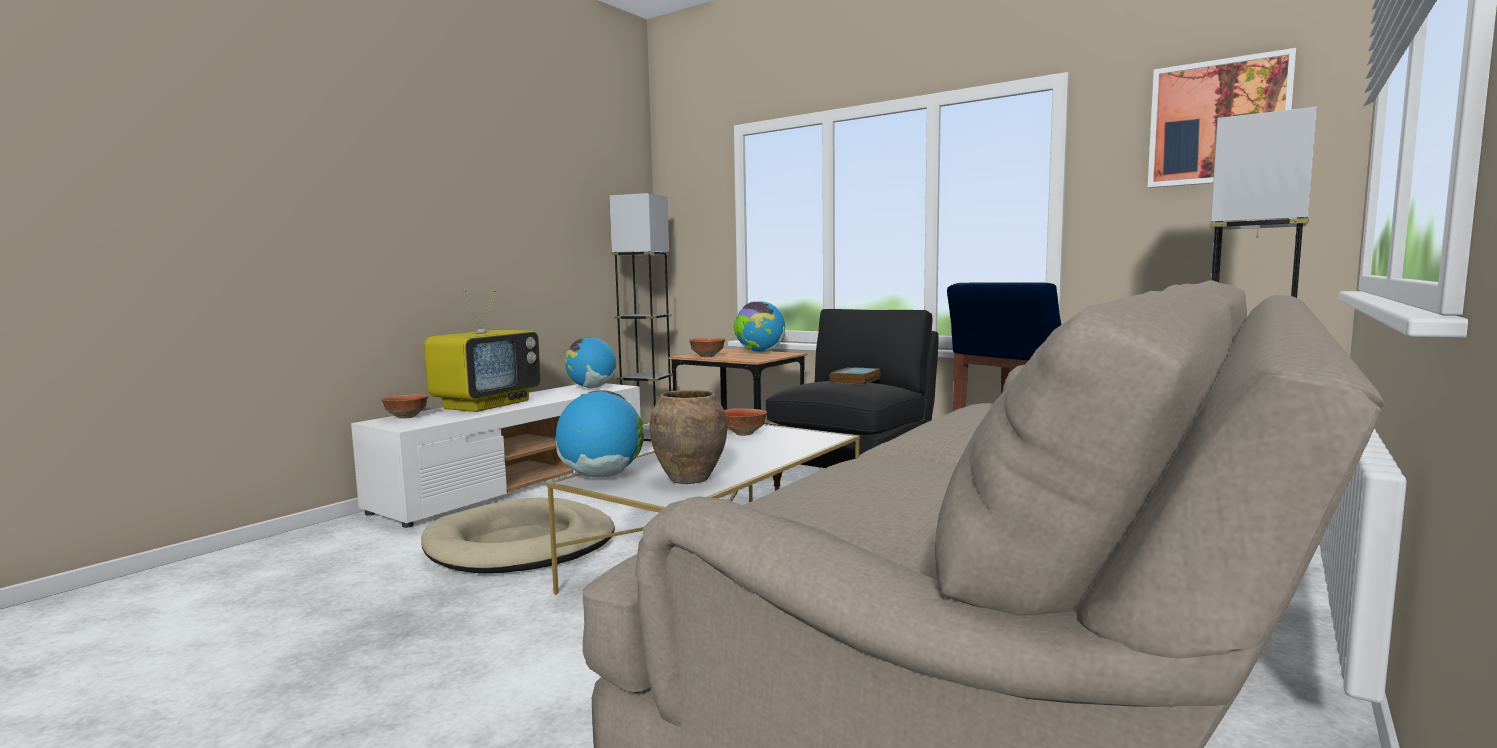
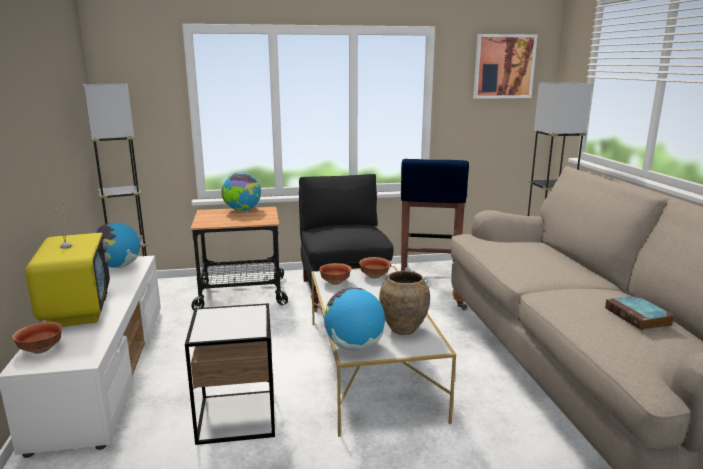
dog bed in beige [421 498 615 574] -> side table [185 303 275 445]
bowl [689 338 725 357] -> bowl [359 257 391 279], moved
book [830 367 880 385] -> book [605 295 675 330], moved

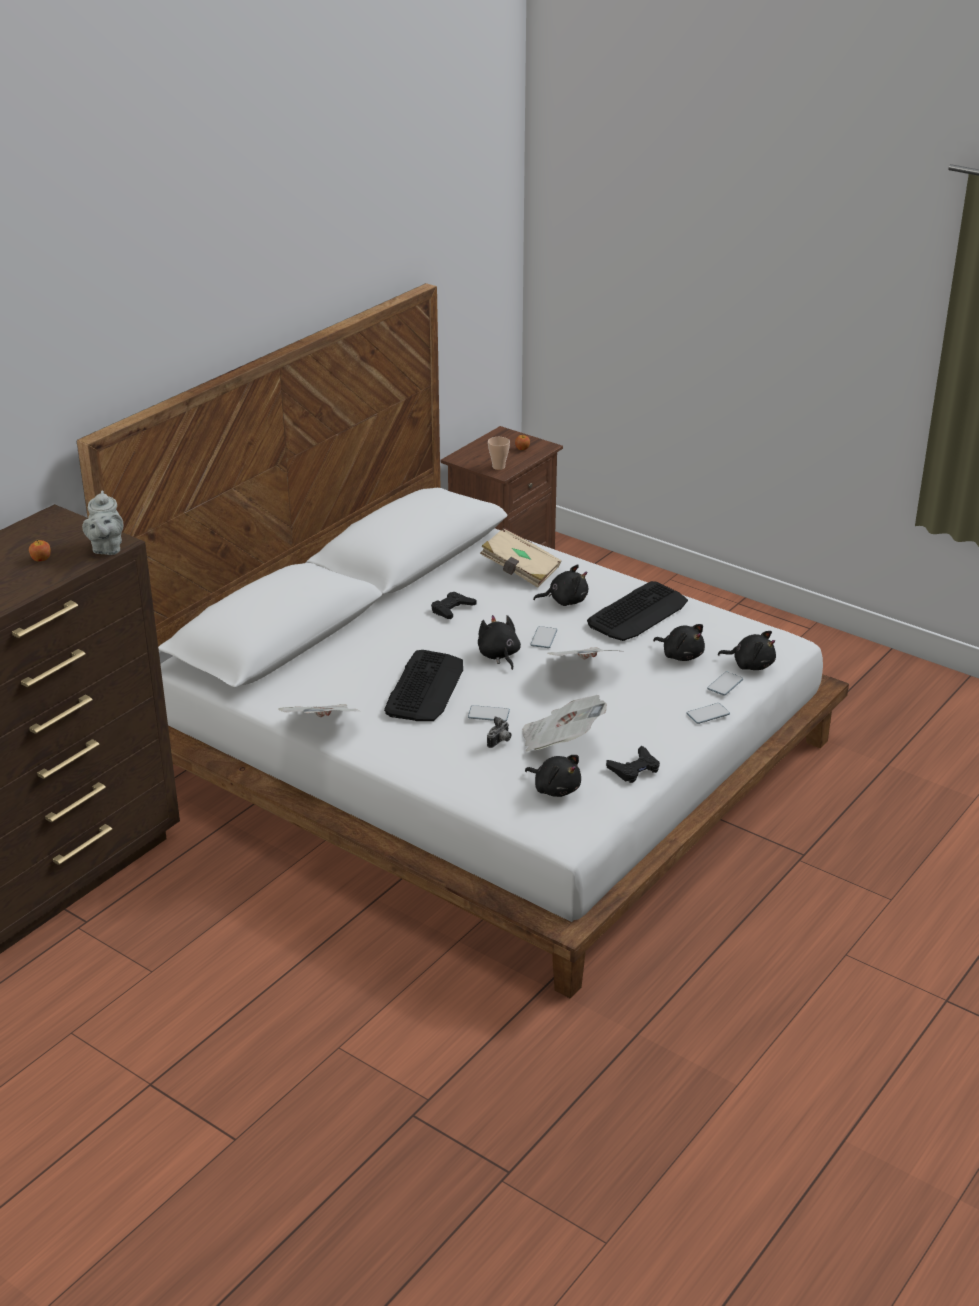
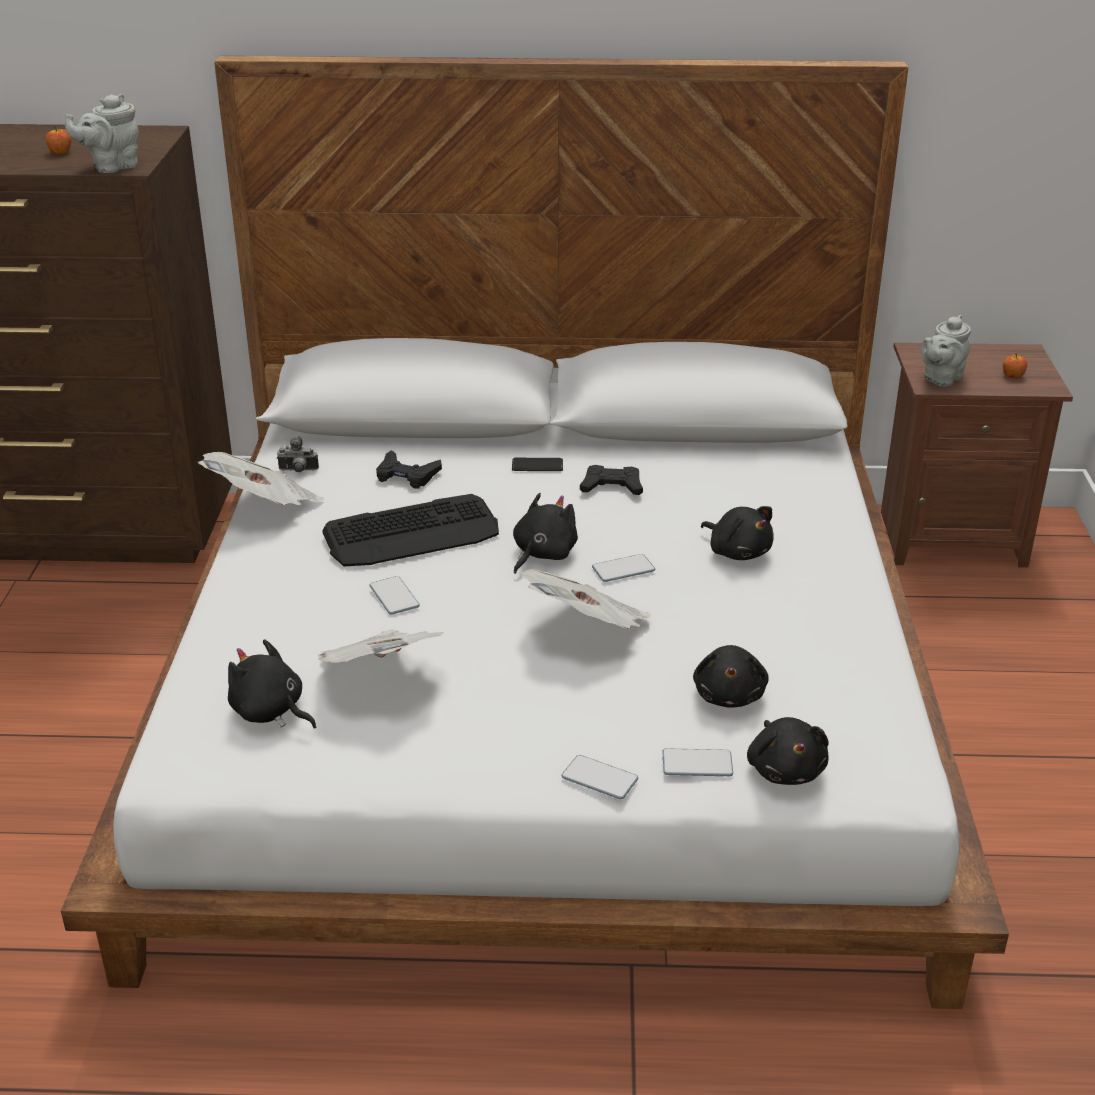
plush toy in black [525 755 581 797] -> plush toy in black [228 639 316 729], 120 degrees clockwise
photo camera [487 716 511 748] -> photo camera [277 437 319 472], moved
game controller in black [606 746 660 783] -> game controller in black [376 450 442 489], moved
none -> phone [512 458 563 471]
cup [488 437 510 470] -> teapot in grey [921 315 971 387]
book in beige [480 527 561 588] -> none
keyboard [587 581 688 641] -> none

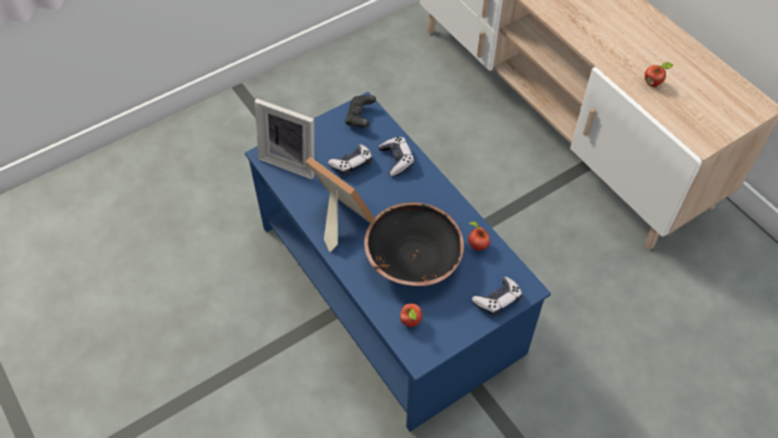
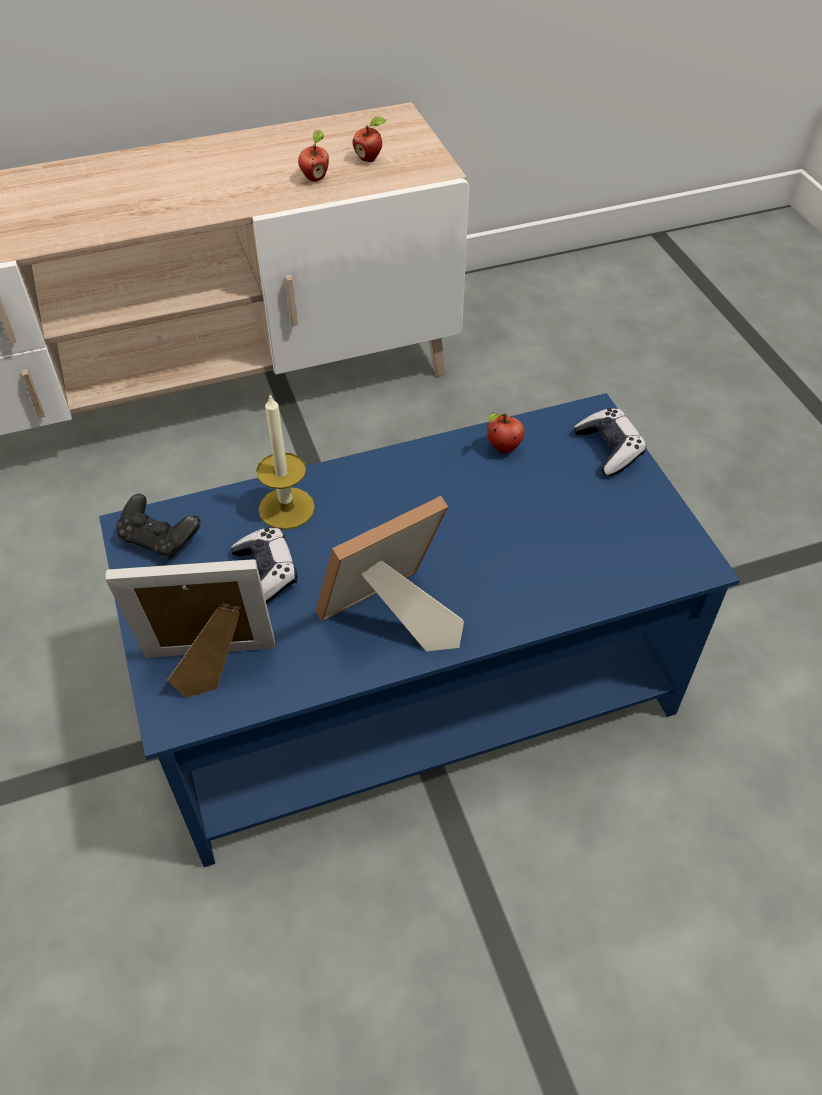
picture frame [255 99 314 179] -> picture frame [105 559 275 698], 135 degrees counterclockwise
game controller [378 137 414 177] -> candle [256 393 315 530]
apple [400 303 422 327] -> apple [352 117 387 162], moved
bowl in black [364 202 464 286] -> none

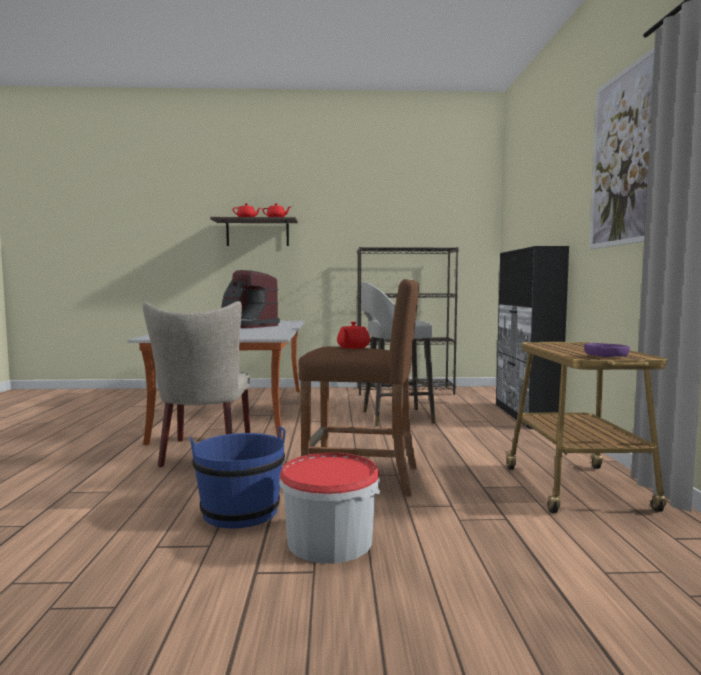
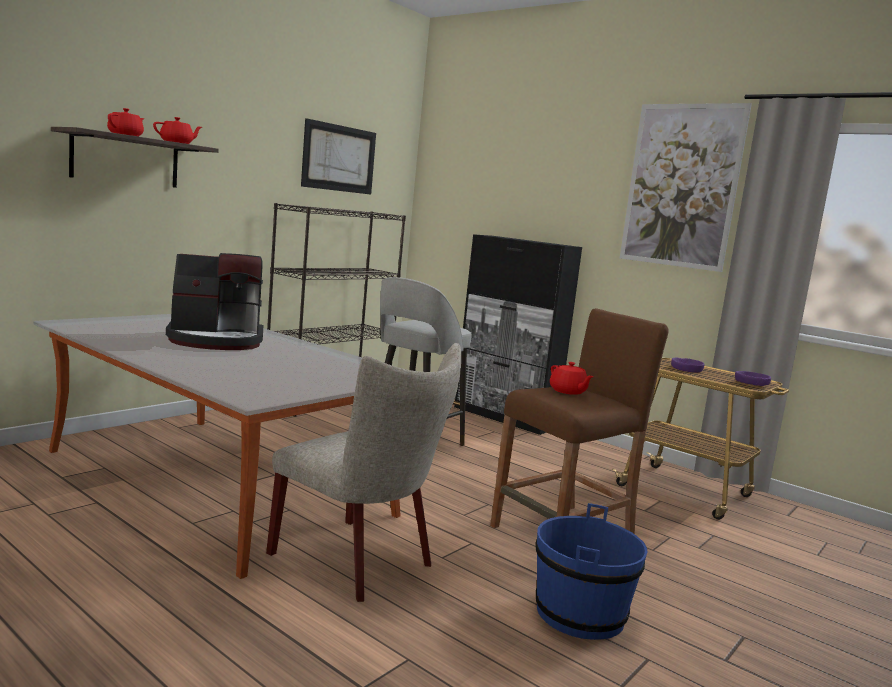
none -> picture [301 118 376 194]
none -> bowl in purple [671 358 705 373]
bucket [279 453 380 564] -> none

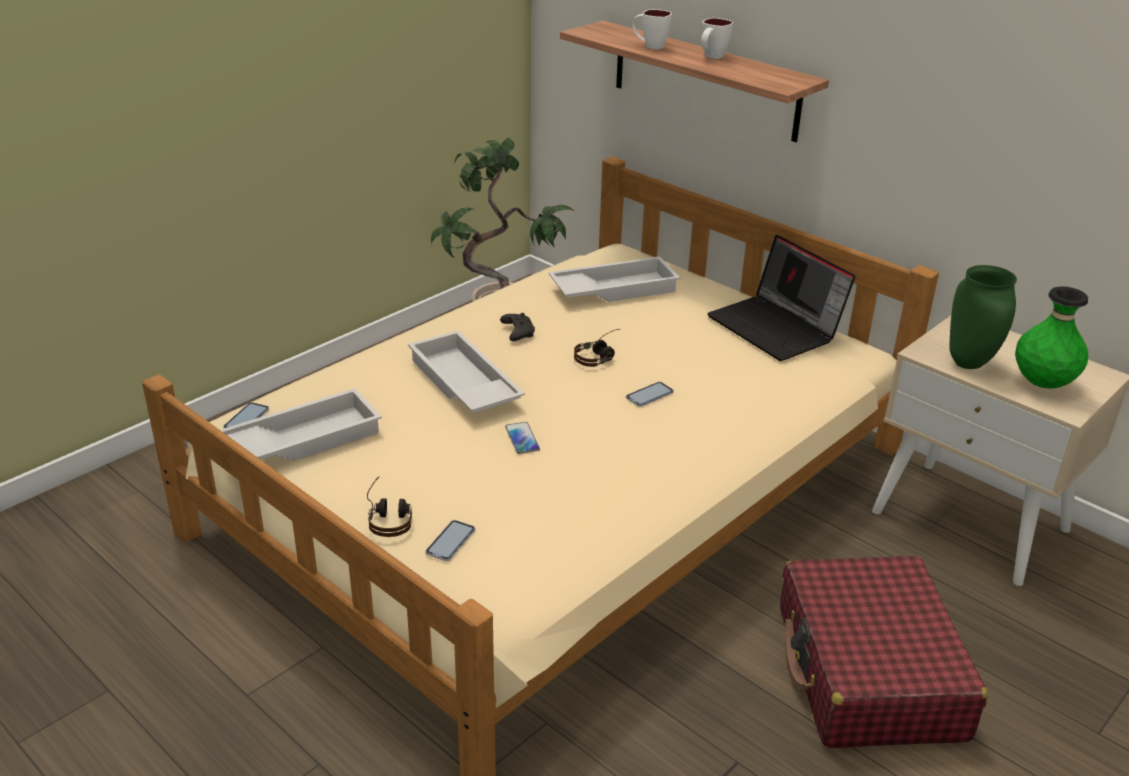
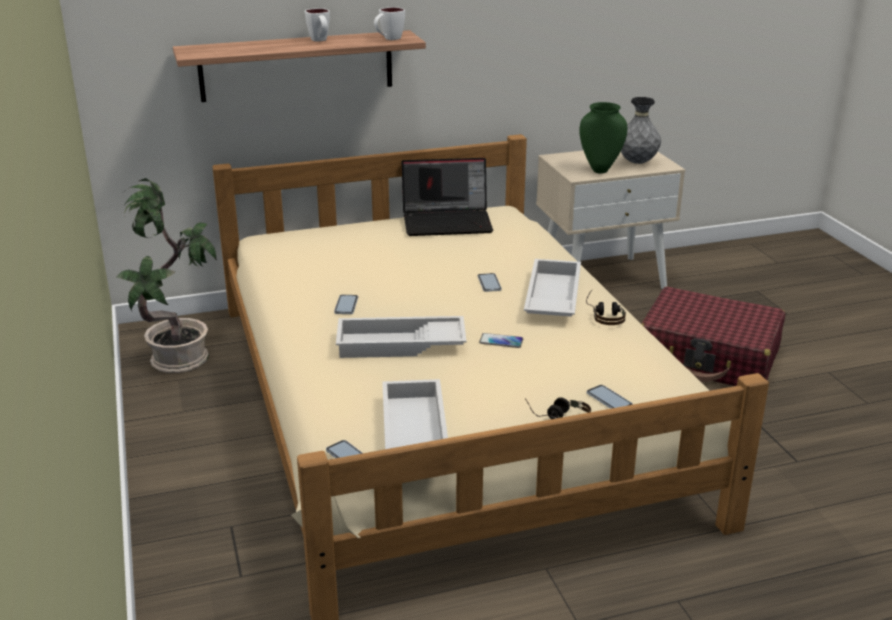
game controller in black [500 313 535 341] -> phone [334 295 358 314]
mug in white [632 9 672 50] -> mug in white [374 7 405 40], moved
tray in white [549 256 680 302] -> tray in white [524 259 581 317], moved
headphones [574 329 619 367] -> headphones [586 289 626 325], moved
vase in green [1015 286 1088 389] -> vase in grey [621 97 661 164]

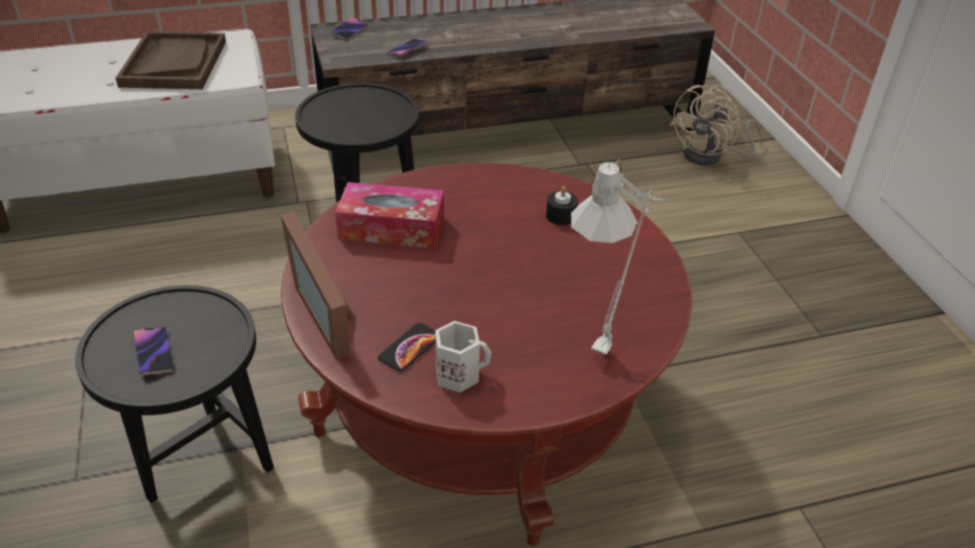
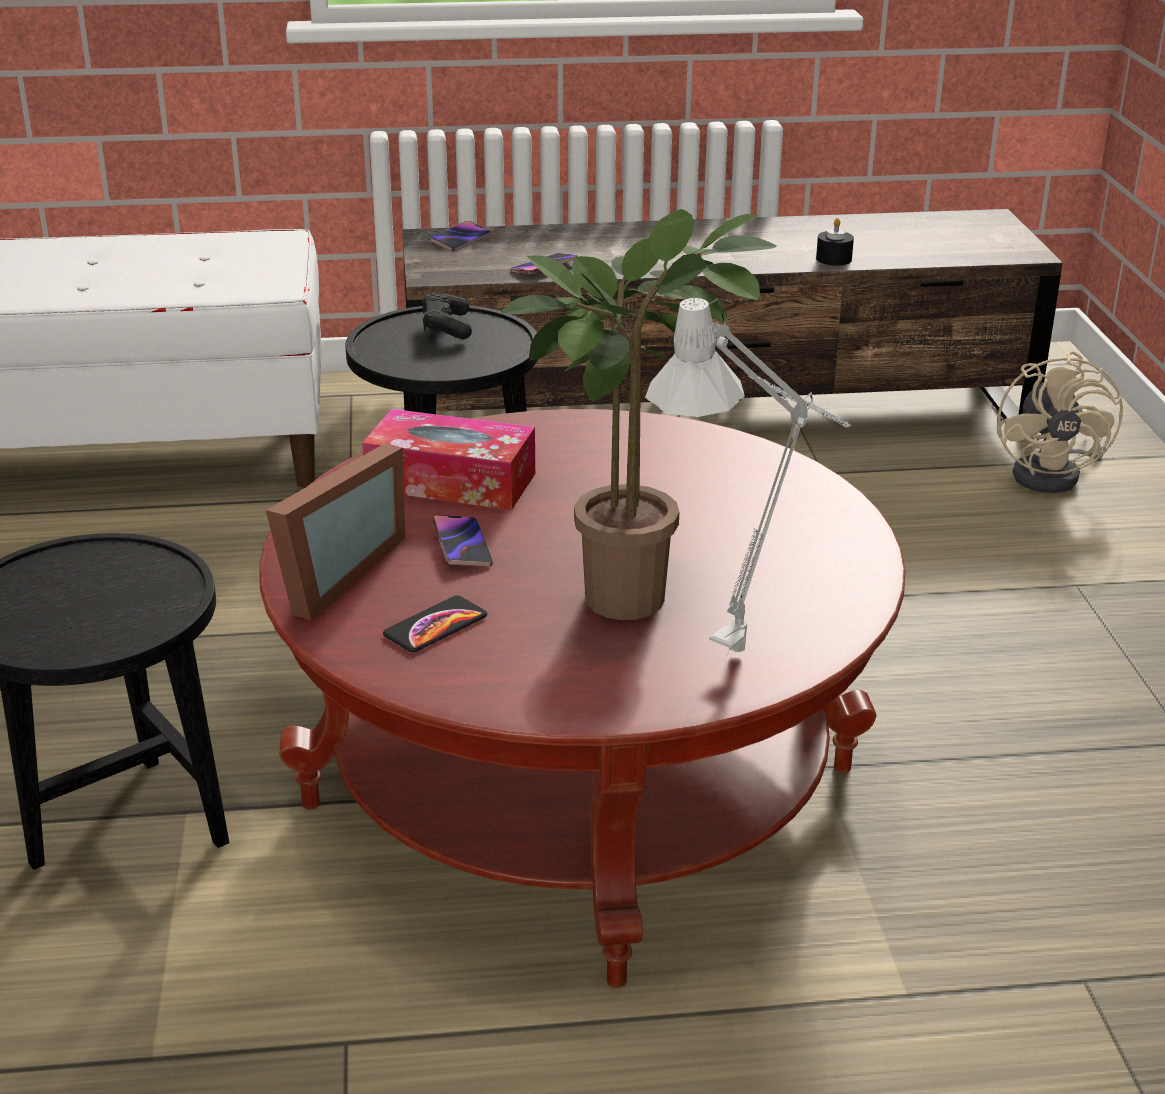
picture frame [280 211 356 360] -> picture frame [266 443 405 620], 135 degrees counterclockwise
none -> game controller in black [422 293 472 339]
phone [133 327 174 375] -> phone [432 515 493 566], moved
none -> potted plant [500 209 777 620]
candle in black [546 186 578 225] -> candle in black [816 218 854 266], moved
fan in beige [669 85 762 166] -> fan in beige [997 351 1123 493], 45 degrees counterclockwise
tray in brown [116 31 226 89] -> none
mug in white [435 321 492 393] -> none

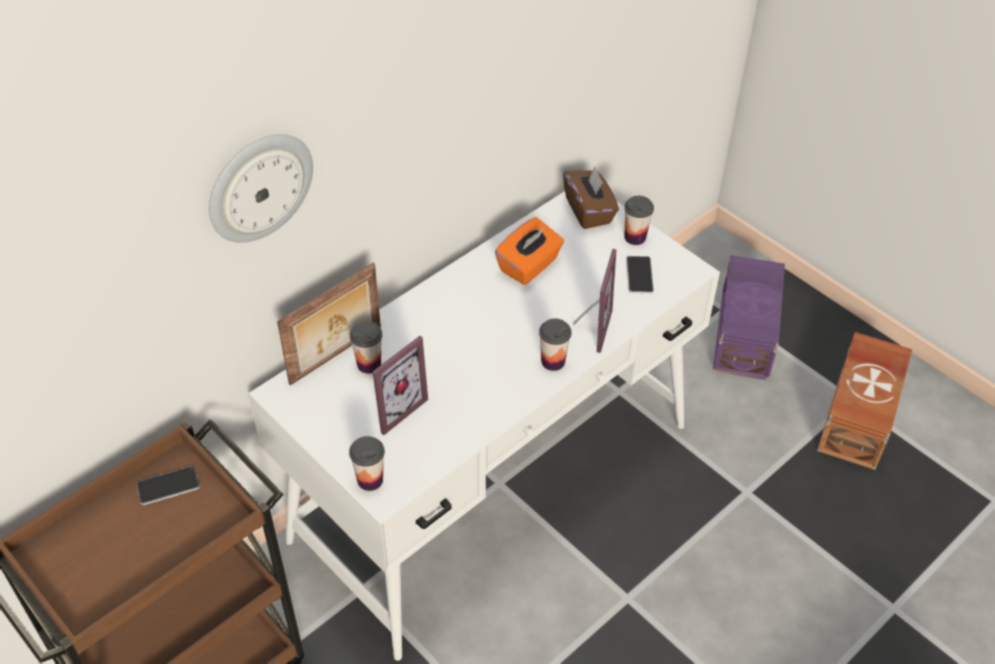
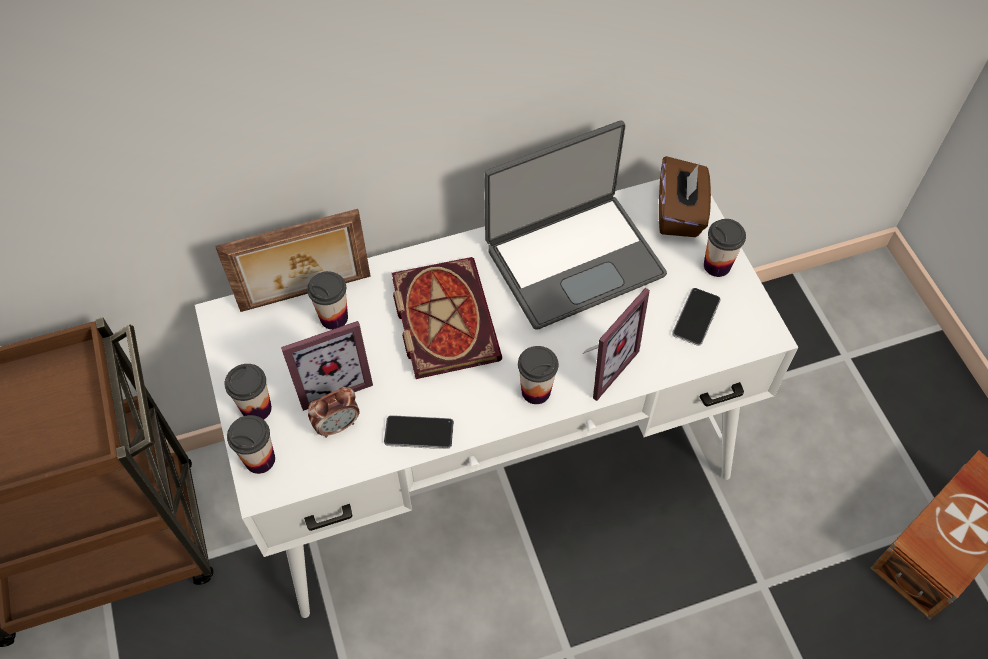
none -> cup [224 364 272 420]
none -> alarm clock [308 387 360 438]
phone [136 466 200 505] -> phone [384 415 454 449], moved
none -> book [392 257 502 379]
tissue box in orange [495 217 564 285] -> laptop [484 120 667 330]
wall clock [209 134 313 243] -> none
storage box in purple [713 255 785 380] -> none

